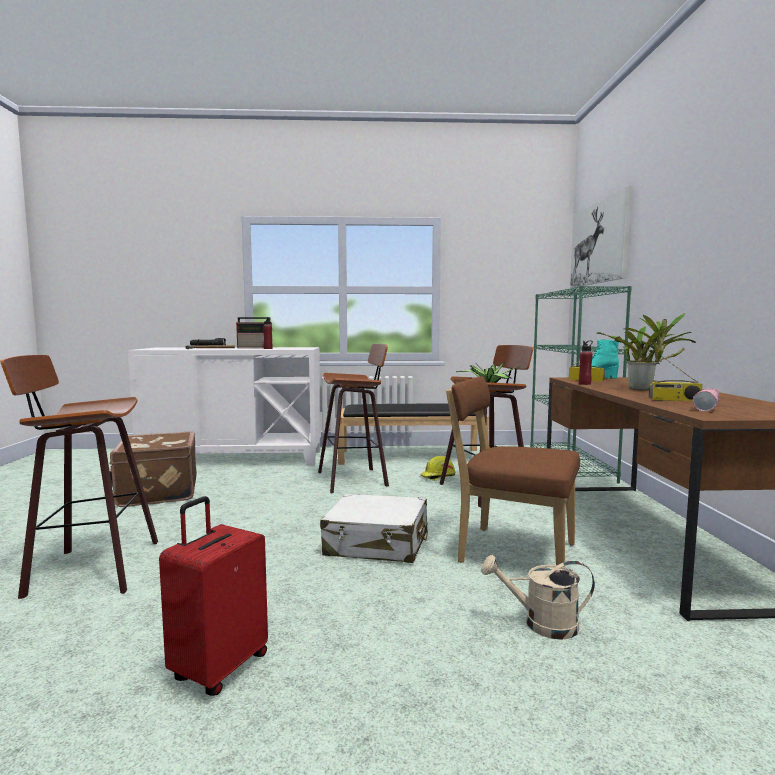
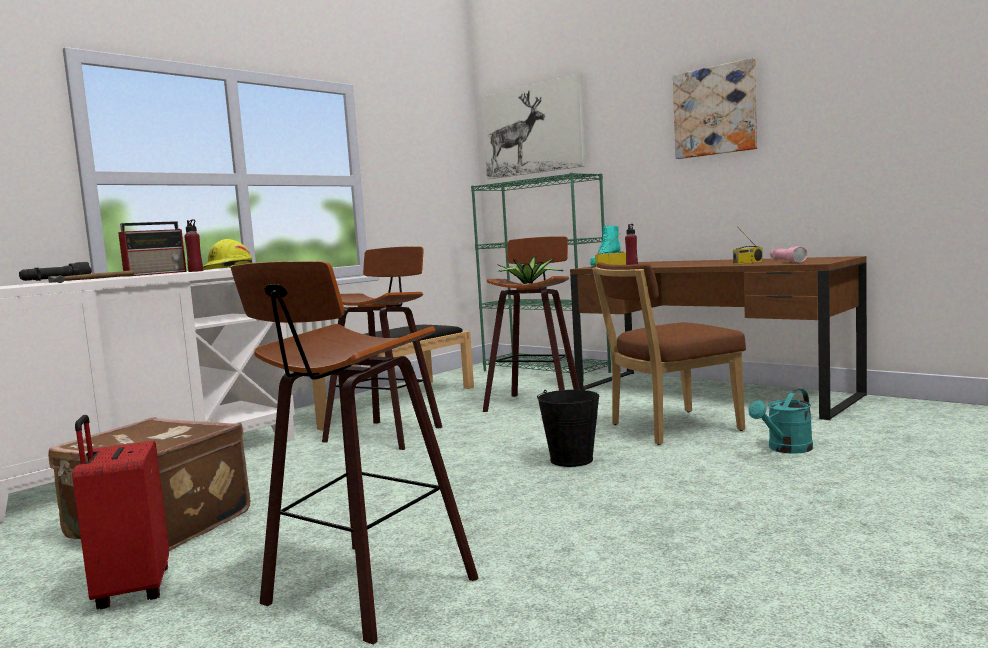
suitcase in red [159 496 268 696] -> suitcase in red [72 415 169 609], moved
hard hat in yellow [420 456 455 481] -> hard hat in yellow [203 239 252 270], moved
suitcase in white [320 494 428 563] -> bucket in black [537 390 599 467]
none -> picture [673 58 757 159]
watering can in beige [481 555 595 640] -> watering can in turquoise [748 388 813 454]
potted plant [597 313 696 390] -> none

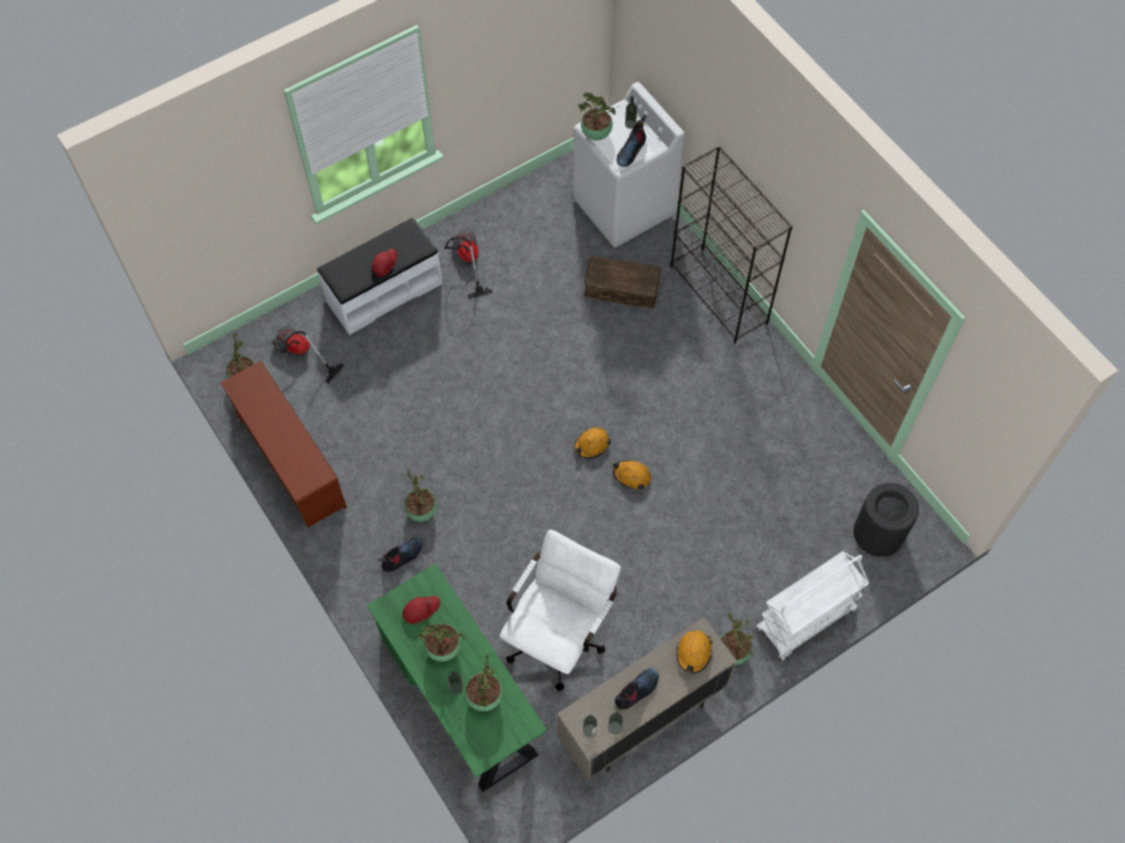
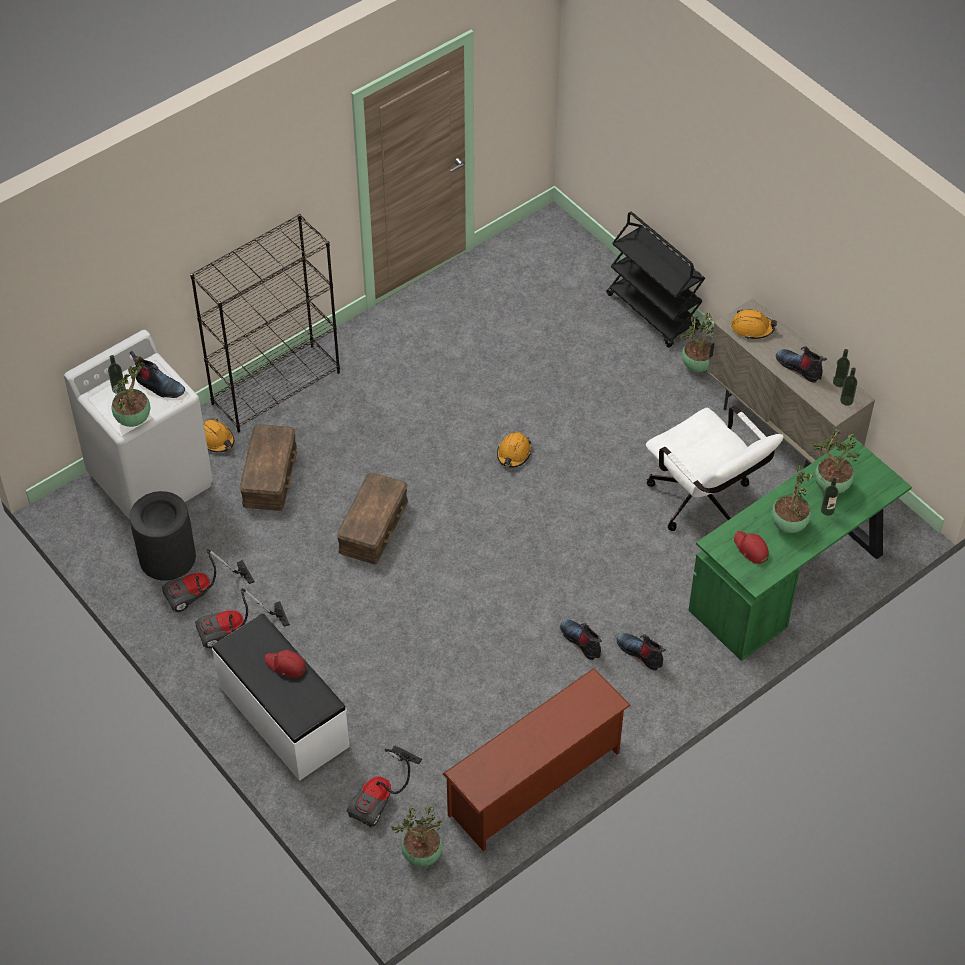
trash can in black [853 483 919 557] -> trash can in black [130 491 196 581], moved
none -> vacuum cleaner [162 549 255 612]
hard hat in orange [574 427 611 459] -> hard hat in orange [203 419 234 452], moved
none -> storage box in brown [337 473 408 564]
potted plant [404 469 437 522] -> boot [560 620 602 661]
cart in white [756 551 869 660] -> cart in black [607 212 705 348]
office chair in white [499 529 621 691] -> office chair in white [646 406 784 531], 150 degrees counterclockwise

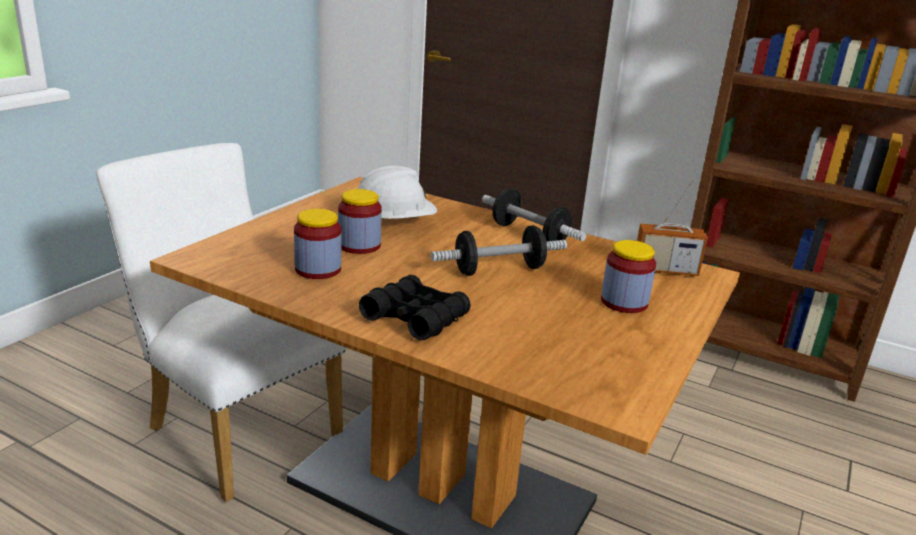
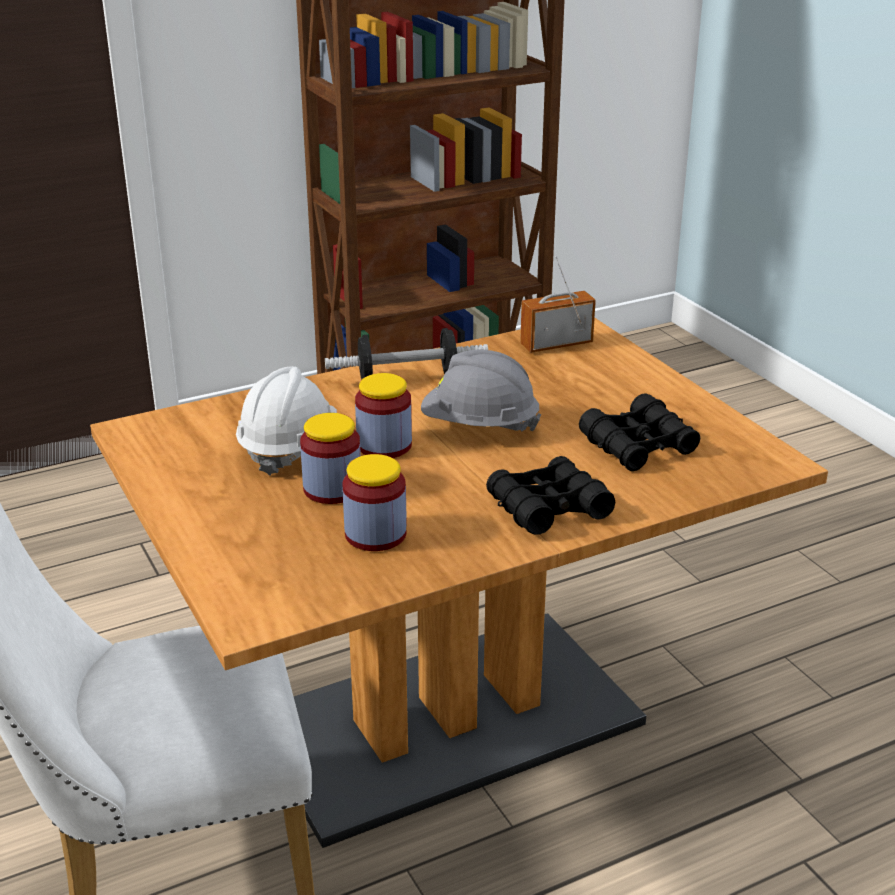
jar [601 240 656 313] -> jar [355 373 412 458], moved
dumbbell [431 225 567 276] -> hard hat in grey [421 350 541 431]
radio [637 180 708 276] -> radio [520 256 596 353], 150 degrees counterclockwise
none -> binoculars in black [579 393 700 471]

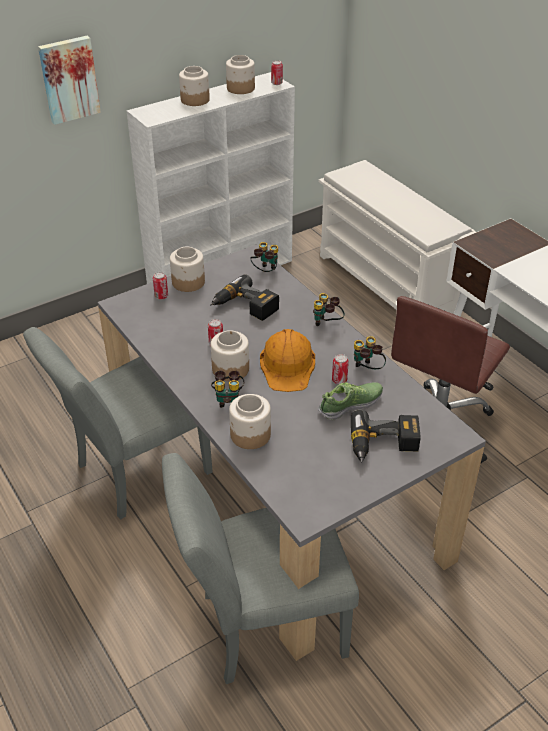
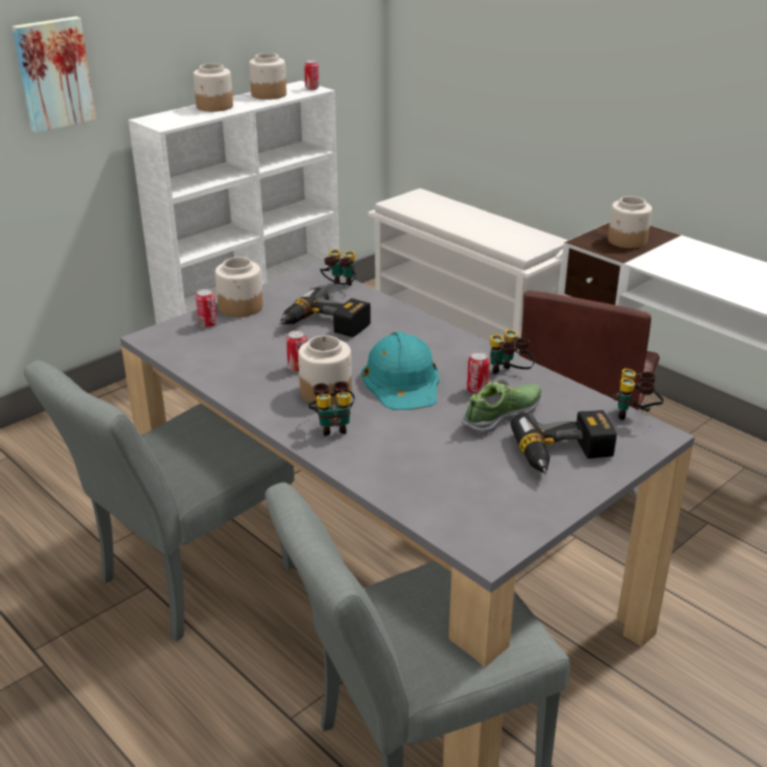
hard hat in orange [260 329 315 392] -> hard hat in turquoise [361 332 439 410]
jar [229 394 271 449] -> jar [608 196 652 248], moved
binoculars [313 293 345 326] -> binoculars [612 368 664 420], moved

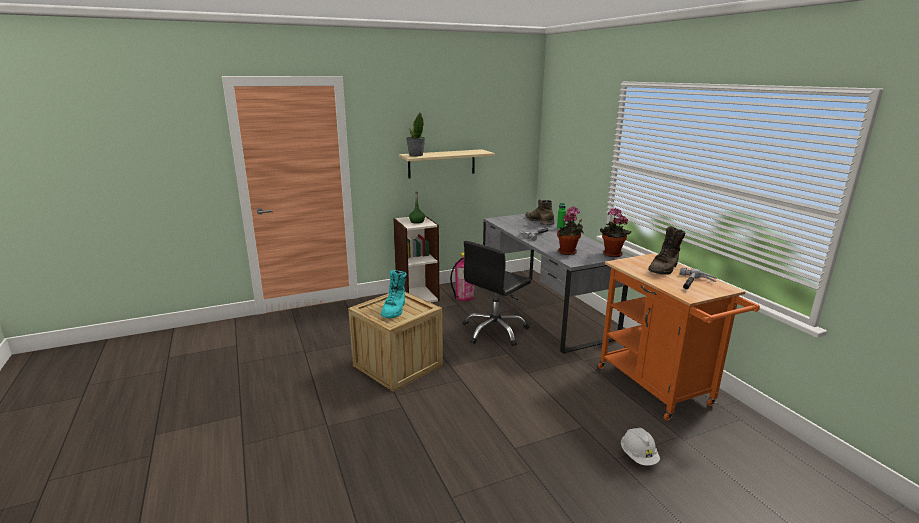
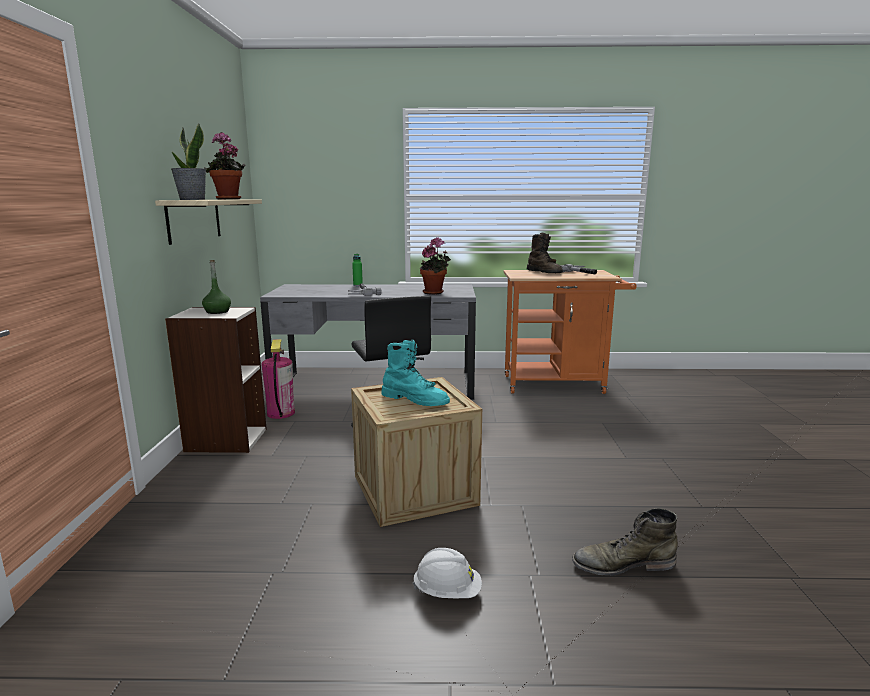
potted plant [600 208 632 257] -> potted plant [204 132 246 199], moved
hard hat in white [621 428 660 466] -> hard hat in white [413 548 482 599], moved
boot in green [526 199 555 225] -> boot in green [572 508 678 576], moved

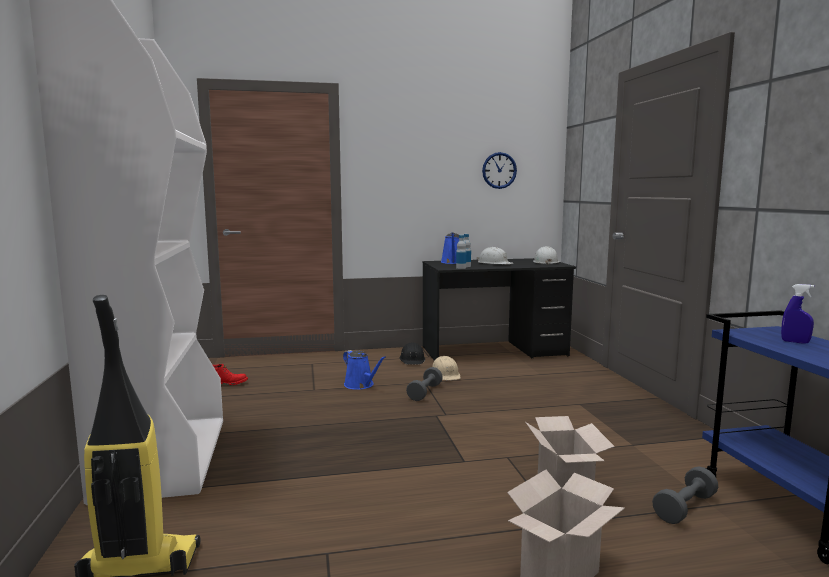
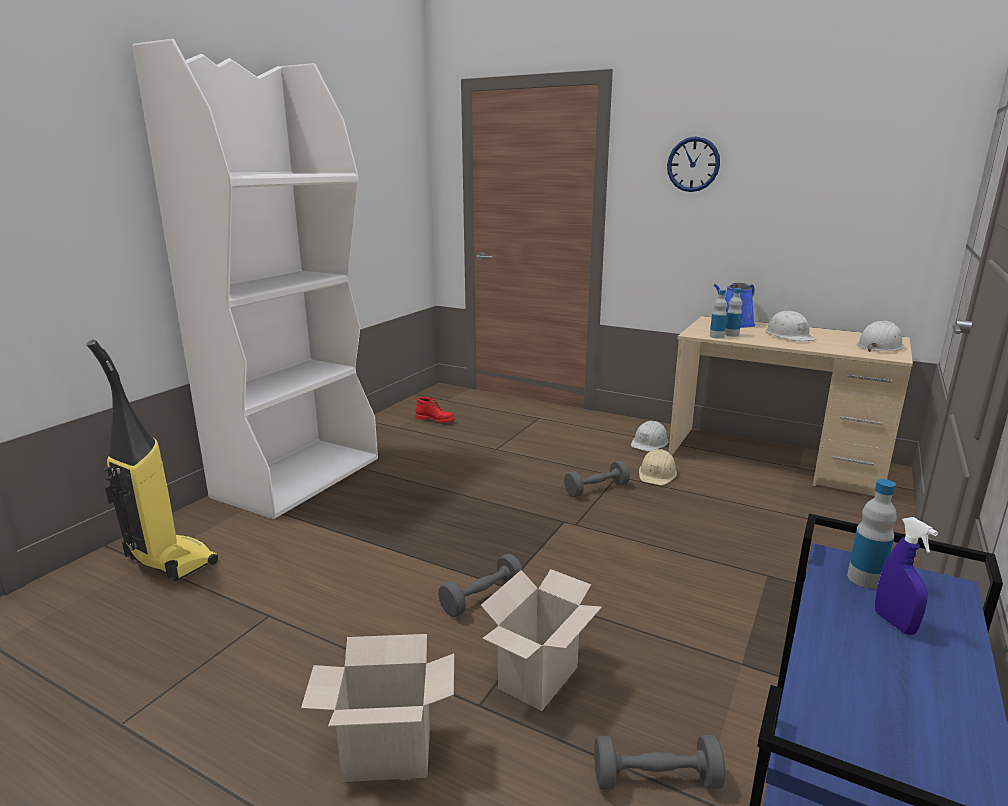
none -> dumbbell in grey [438 554 523 617]
hard hat in black [400 342 425 365] -> hard hat in white [631 420 669 451]
wall clock [482 152 517 189] -> wall clock [667 136 720 192], moved
desk in black [423 258 576 361] -> desk in beige [668 316 913 496]
none -> bottle [847 479 897 589]
watering can in blue [343 350 386 390] -> none

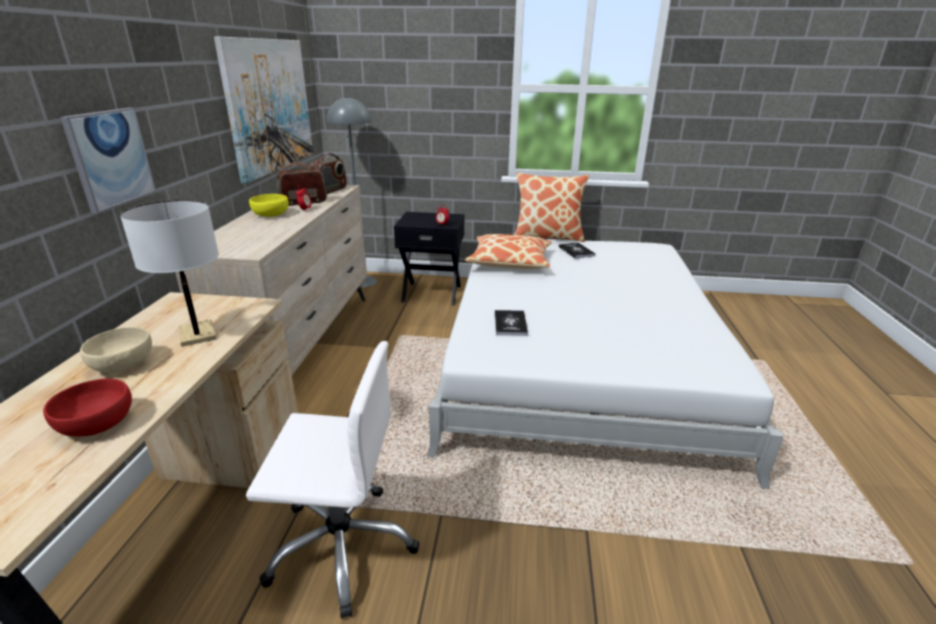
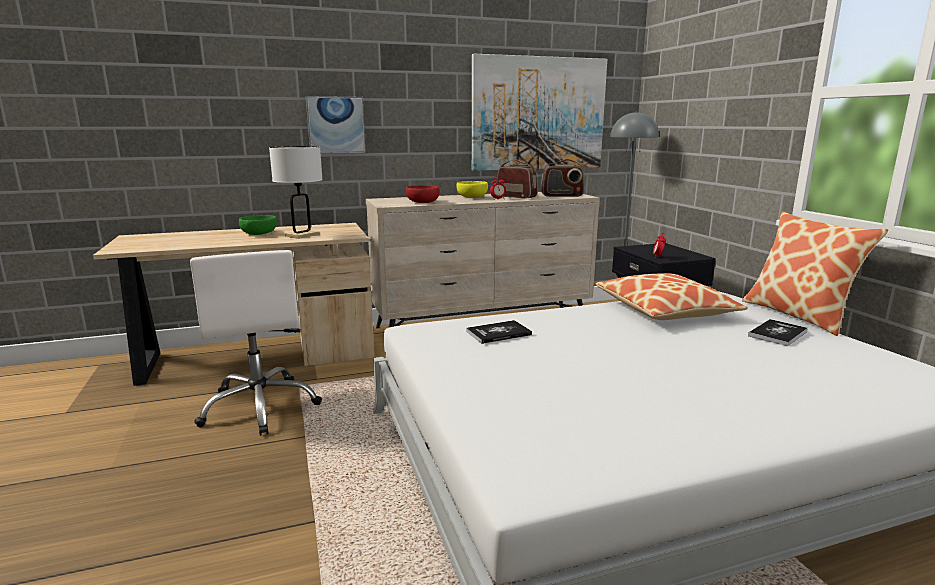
bowl in beige [80 327 152 373] -> bowl in green [239 215 277 235]
bowl in red [43 379 132 436] -> bowl in red [406 185 440 203], moved

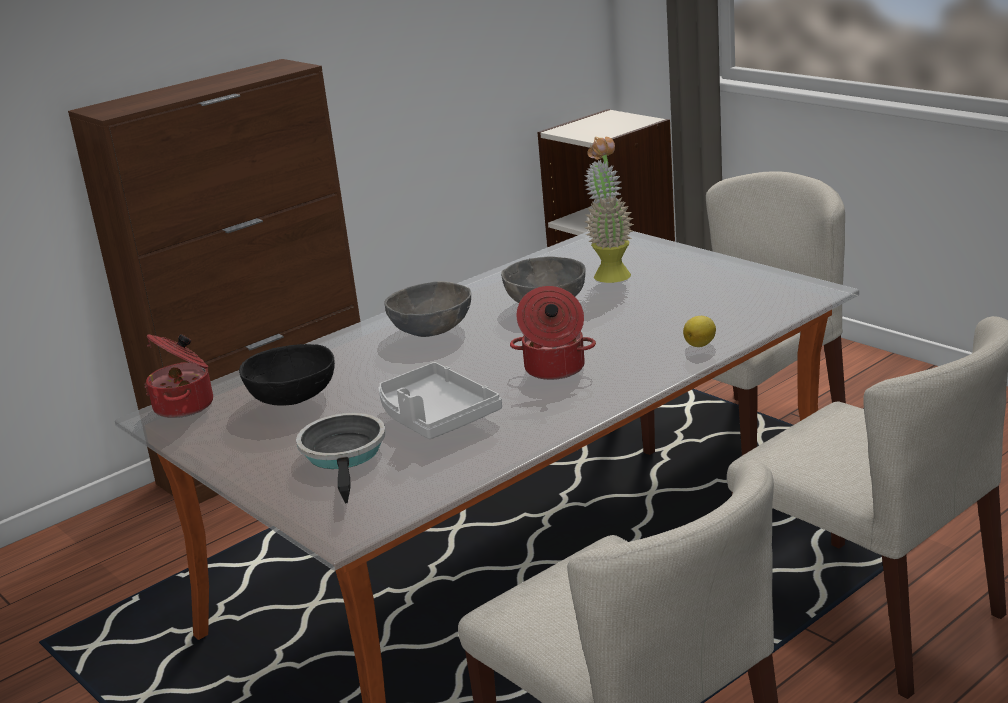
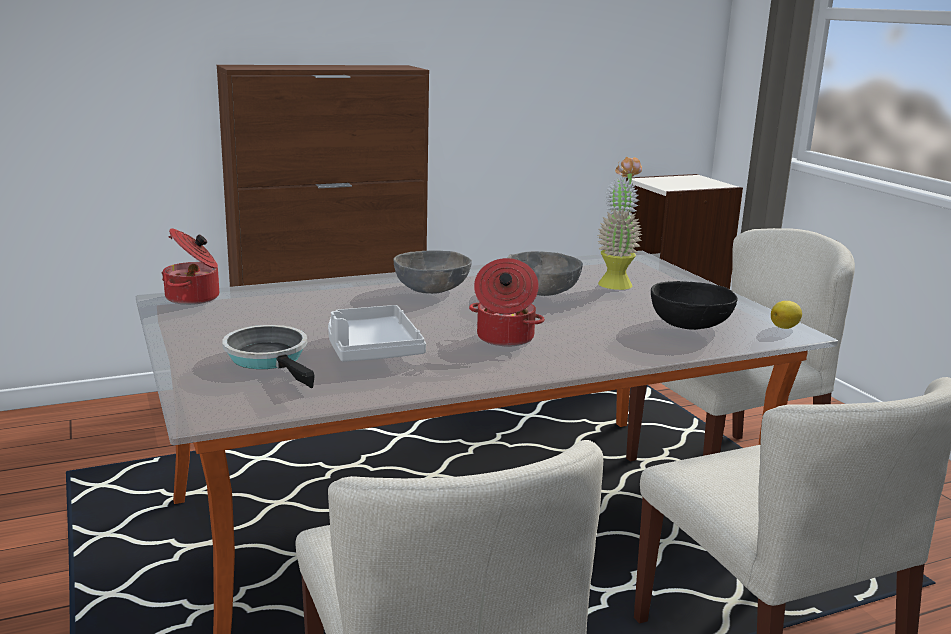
frying pan [296 413 386 503] -> frying pan [222 325 315 388], 45 degrees counterclockwise
bowl in black [239 344 335 406] -> bowl in black [651 281 738 330], moved
lemon [683 316 716 347] -> lemon [771 301 802 329], moved

